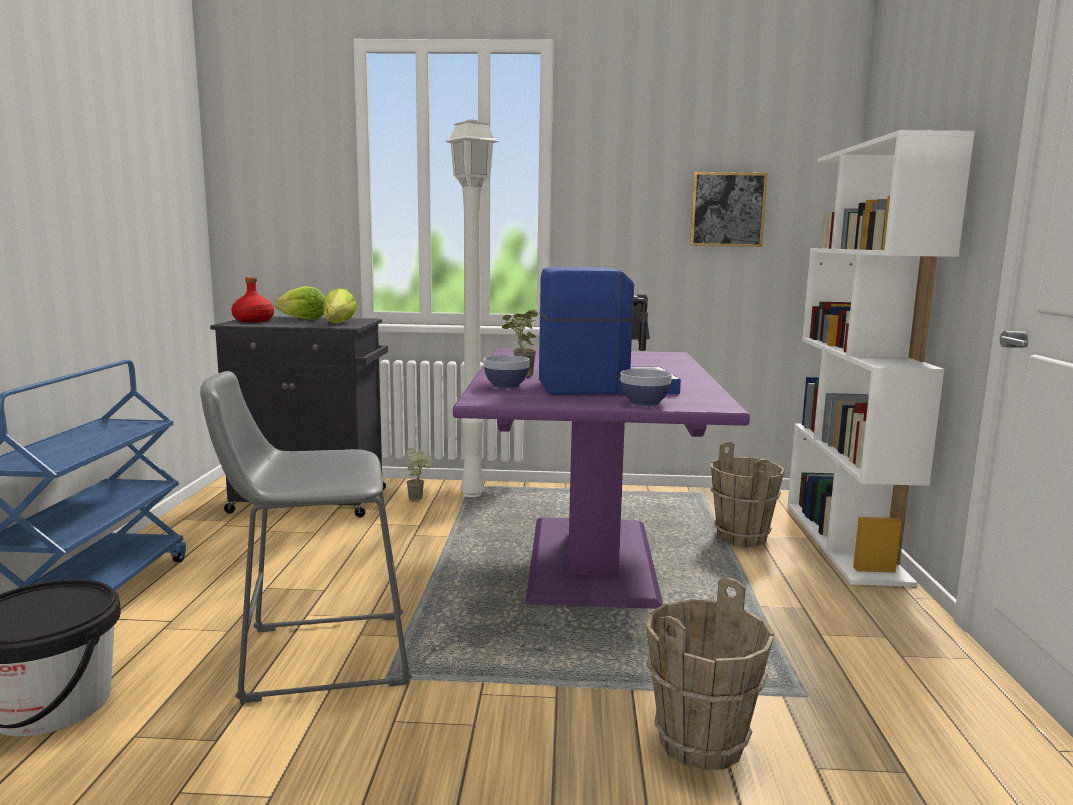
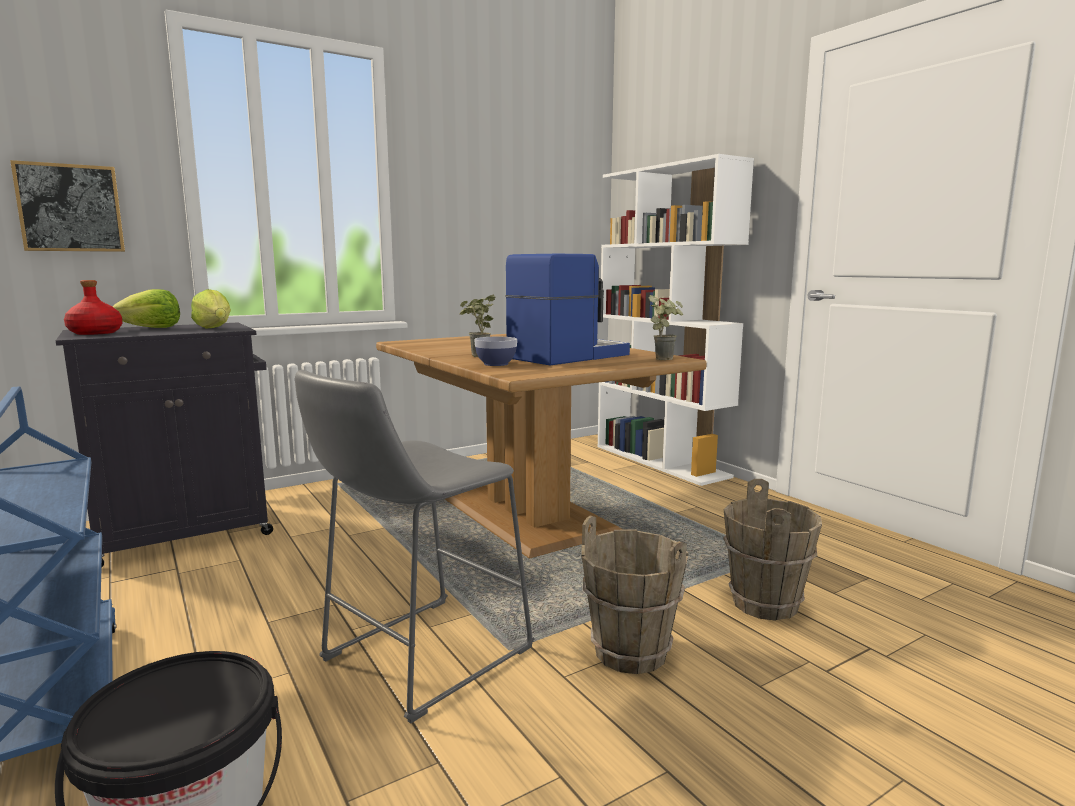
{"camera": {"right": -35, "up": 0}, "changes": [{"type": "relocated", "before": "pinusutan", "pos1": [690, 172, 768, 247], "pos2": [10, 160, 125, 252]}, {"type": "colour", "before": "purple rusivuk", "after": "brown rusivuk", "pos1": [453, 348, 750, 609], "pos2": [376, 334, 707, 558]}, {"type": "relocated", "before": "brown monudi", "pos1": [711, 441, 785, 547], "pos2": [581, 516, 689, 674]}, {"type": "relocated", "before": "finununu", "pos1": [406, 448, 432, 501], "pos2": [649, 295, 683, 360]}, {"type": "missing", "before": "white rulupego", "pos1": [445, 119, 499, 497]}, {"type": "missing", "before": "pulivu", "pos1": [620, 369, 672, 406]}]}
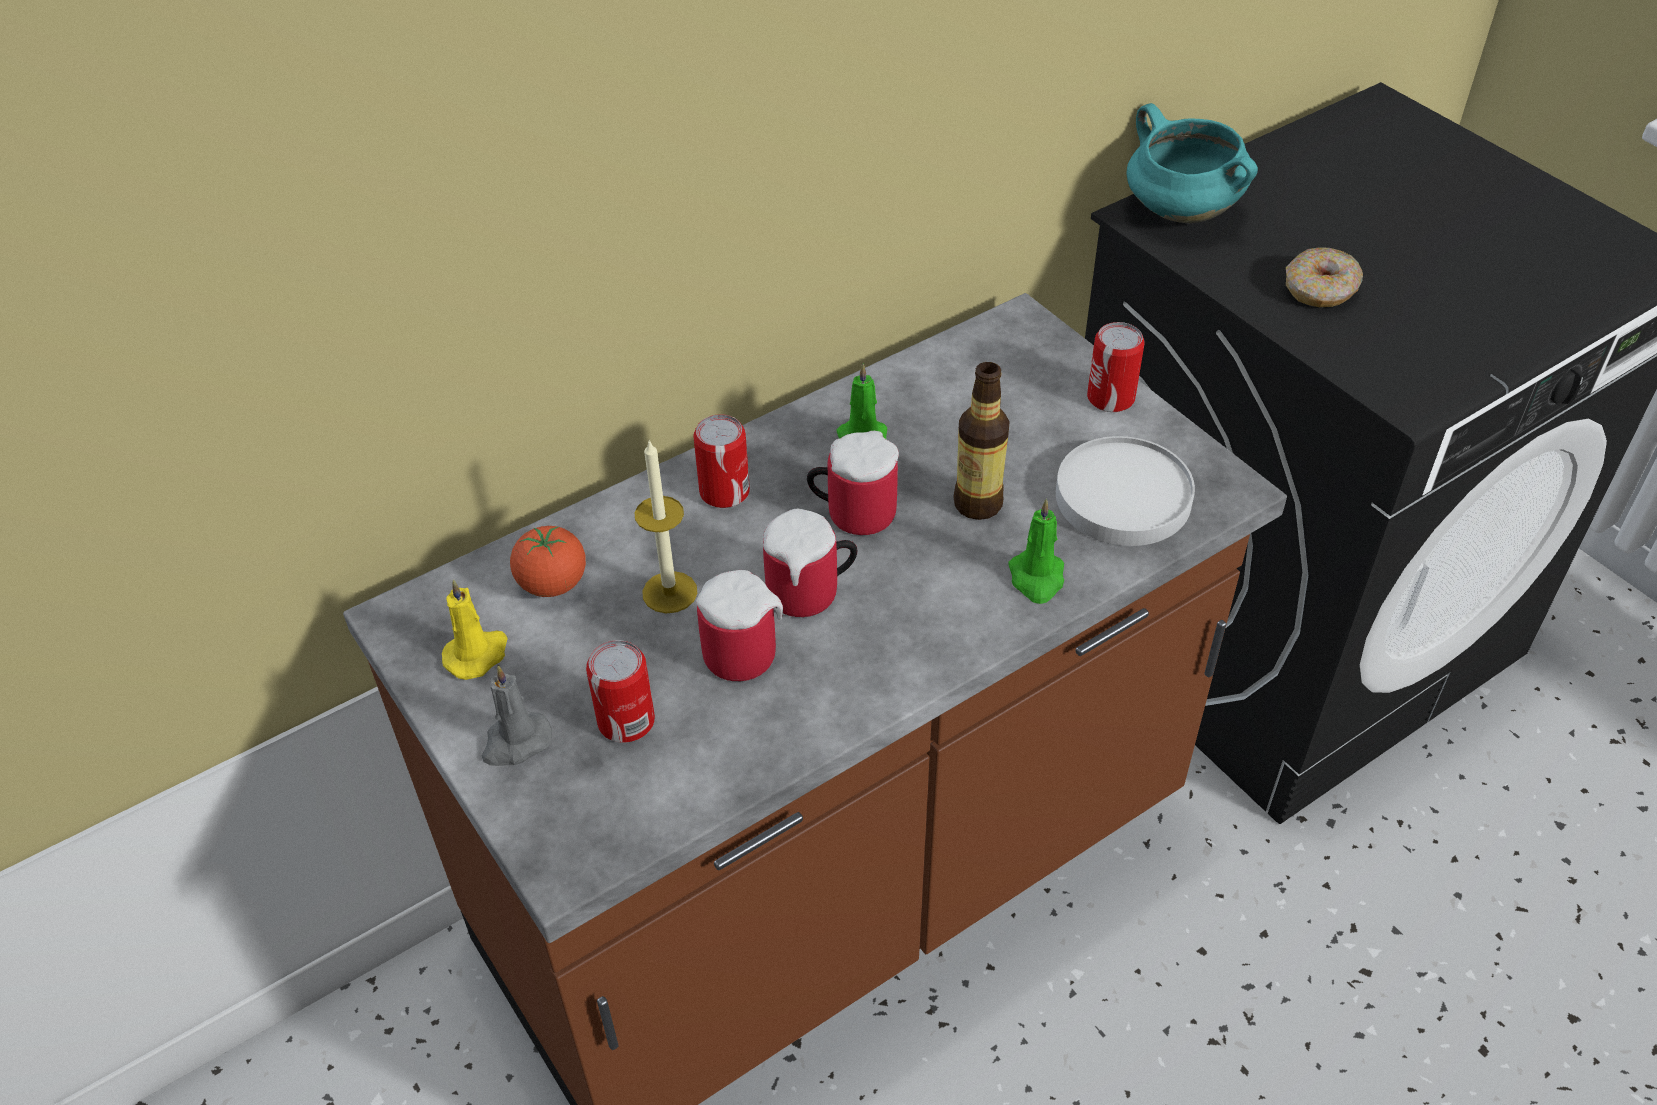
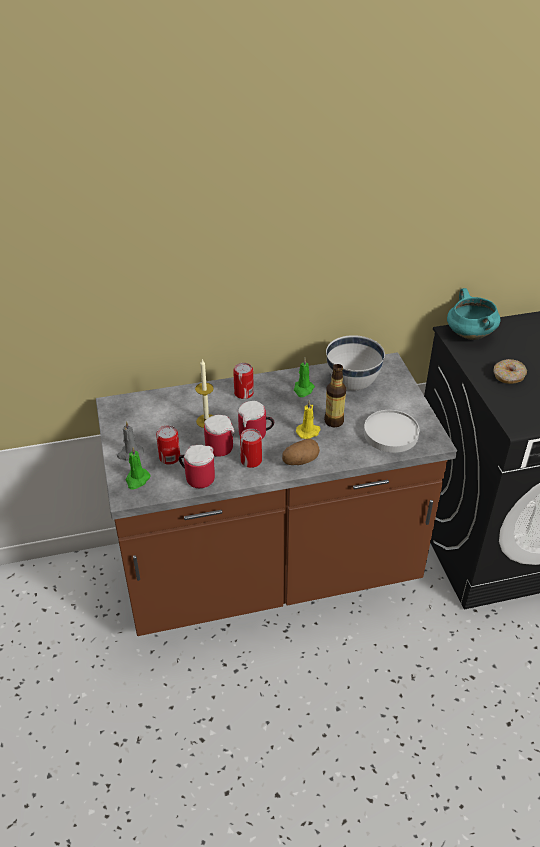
{"camera": {"right": 20, "up": -5}, "changes": [{"type": "relocated", "before": "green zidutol", "pos1": [1008, 499, 1064, 604], "pos2": [126, 447, 150, 489]}, {"type": "relocated", "before": "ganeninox", "pos1": [807, 431, 899, 535], "pos2": [179, 445, 215, 488]}, {"type": "relocated", "before": "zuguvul", "pos1": [1087, 322, 1145, 412], "pos2": [240, 429, 262, 468]}, {"type": "appeared", "after": "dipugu", "pos2": [282, 438, 320, 465]}, {"type": "relocated", "before": "yellow zidutol", "pos1": [442, 579, 508, 680], "pos2": [296, 400, 321, 439]}, {"type": "appeared", "after": "white pulivu", "pos2": [326, 335, 385, 390]}, {"type": "missing", "before": "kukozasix", "pos1": [510, 526, 586, 597]}]}
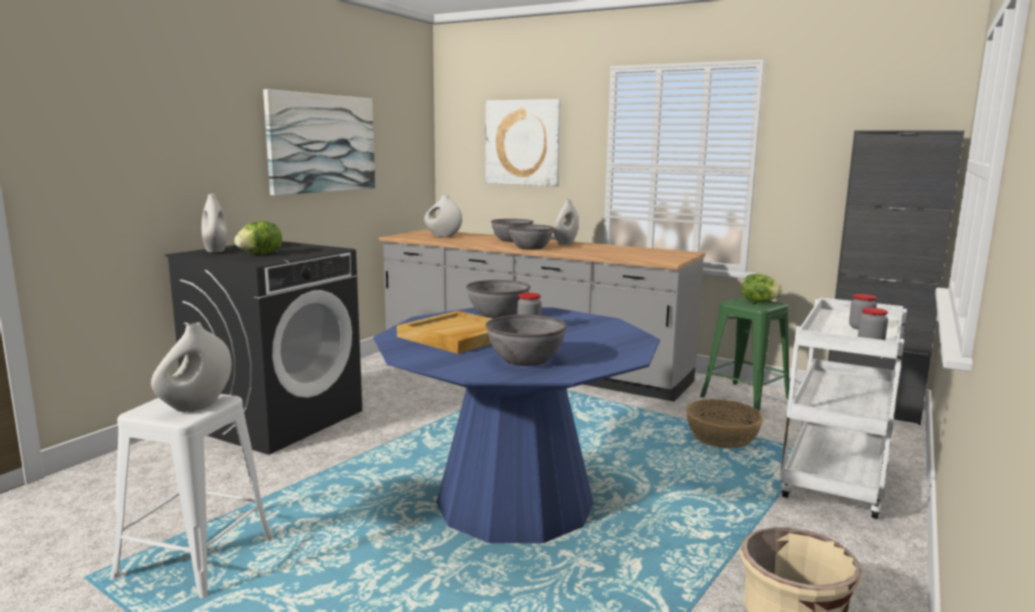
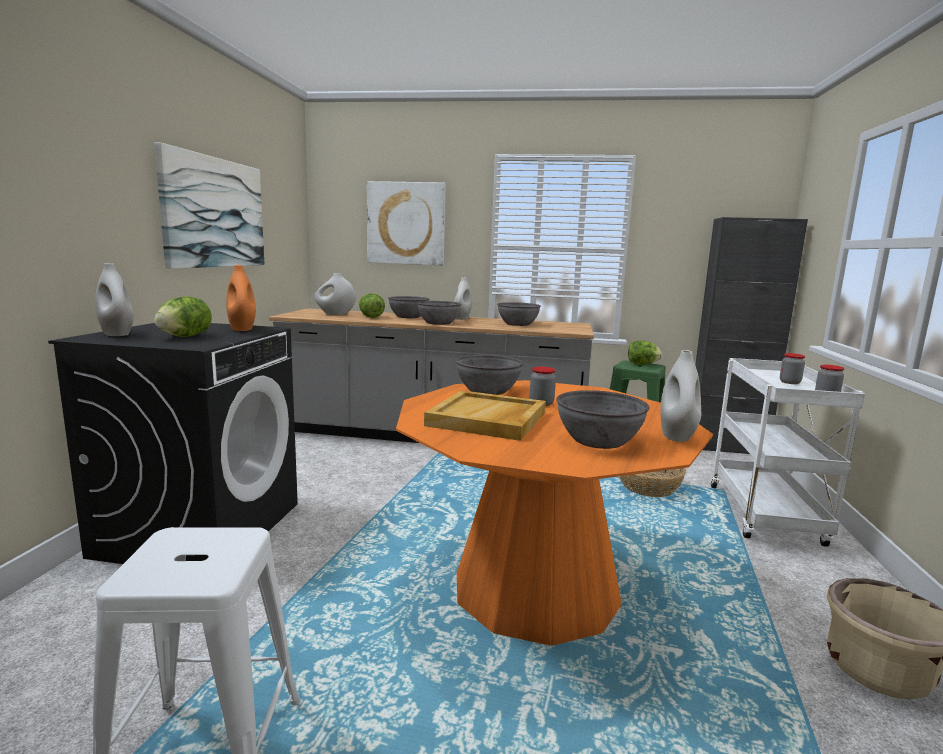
{"camera": {"right": -20, "up": 0}, "changes": [{"type": "appeared", "after": "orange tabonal", "pos2": [226, 265, 256, 331]}, {"type": "appeared", "after": "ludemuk", "pos2": [359, 293, 385, 318]}, {"type": "colour", "before": "blue rusivuk", "after": "orange rusivuk", "pos1": [373, 307, 660, 543], "pos2": [396, 380, 713, 646]}, {"type": "appeared", "after": "grey pulivu", "pos2": [497, 302, 541, 326]}, {"type": "relocated", "before": "white tabonal", "pos1": [151, 323, 232, 412], "pos2": [660, 350, 701, 442]}]}
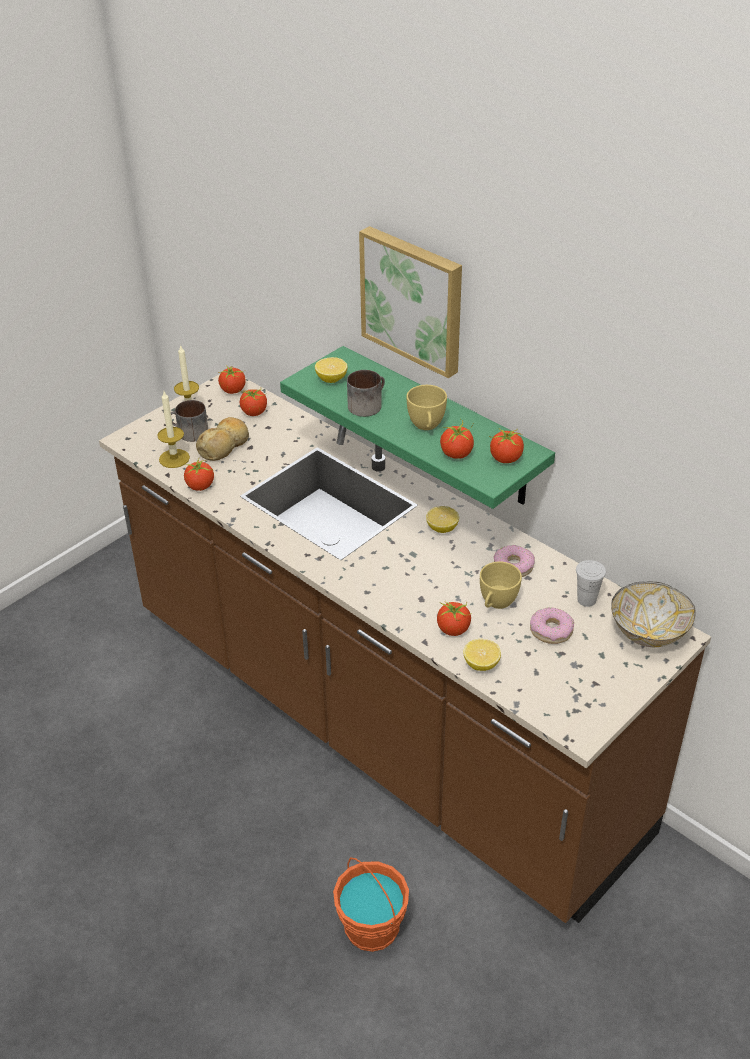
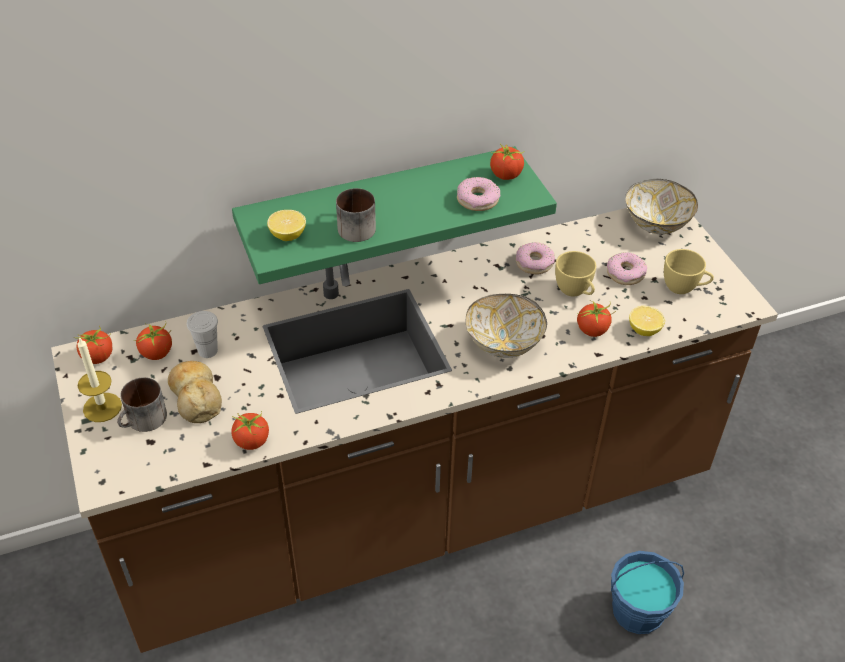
{"camera": {"right": -65, "up": 5}, "changes": [{"type": "relocated", "before": "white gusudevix", "pos1": [576, 560, 606, 607], "pos2": [187, 311, 218, 358]}, {"type": "exchanged", "before": "kukozasix", "after": "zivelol", "pos1": [440, 419, 474, 459], "pos2": [457, 177, 500, 211]}, {"type": "appeared", "after": "pulivu", "pos2": [466, 294, 547, 358]}, {"type": "colour", "before": "orange monudi", "after": "blue monudi", "pos1": [333, 857, 409, 952], "pos2": [611, 551, 684, 634]}, {"type": "relocated", "before": "yellow gusudevix", "pos1": [406, 385, 447, 430], "pos2": [664, 249, 714, 294]}, {"type": "missing", "before": "zidutol", "pos1": [157, 391, 190, 468]}, {"type": "missing", "before": "pinusutan", "pos1": [359, 226, 462, 378]}, {"type": "missing", "before": "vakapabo", "pos1": [426, 506, 459, 533]}]}
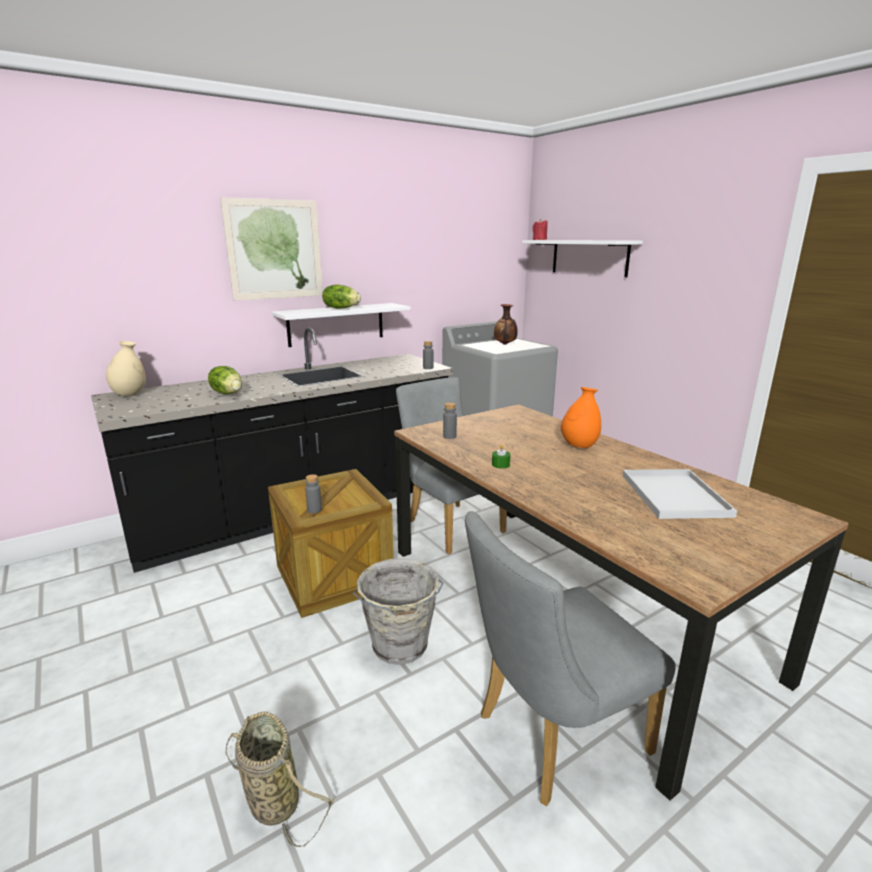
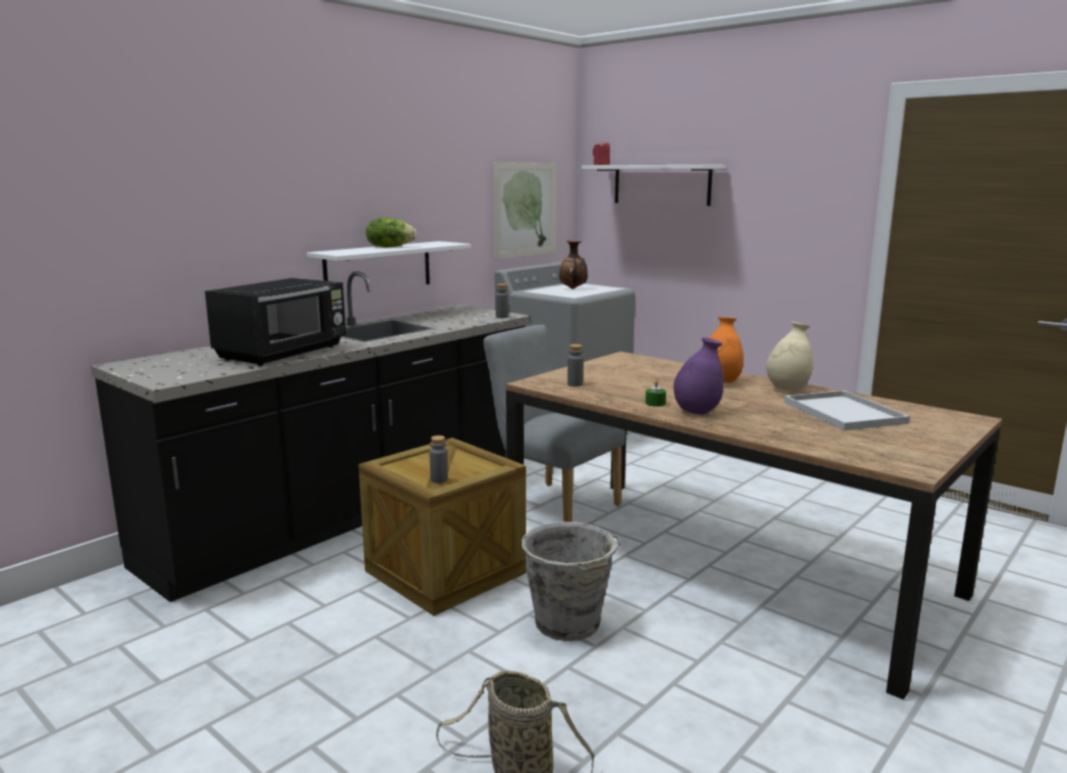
{"camera": {"right": -15, "up": -5}, "changes": [{"type": "exchanged", "before": "ludemuk", "after": "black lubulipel", "pos1": [208, 366, 242, 394], "pos2": [205, 278, 346, 366]}, {"type": "relocated", "before": "pinusutan", "pos1": [220, 197, 323, 301], "pos2": [493, 163, 556, 259]}, {"type": "appeared", "after": "purple tabonal", "pos2": [673, 338, 724, 415]}, {"type": "relocated", "before": "beige tabonal", "pos1": [106, 341, 146, 396], "pos2": [766, 322, 813, 391]}, {"type": "missing", "before": "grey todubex", "pos1": [465, 511, 676, 806]}]}
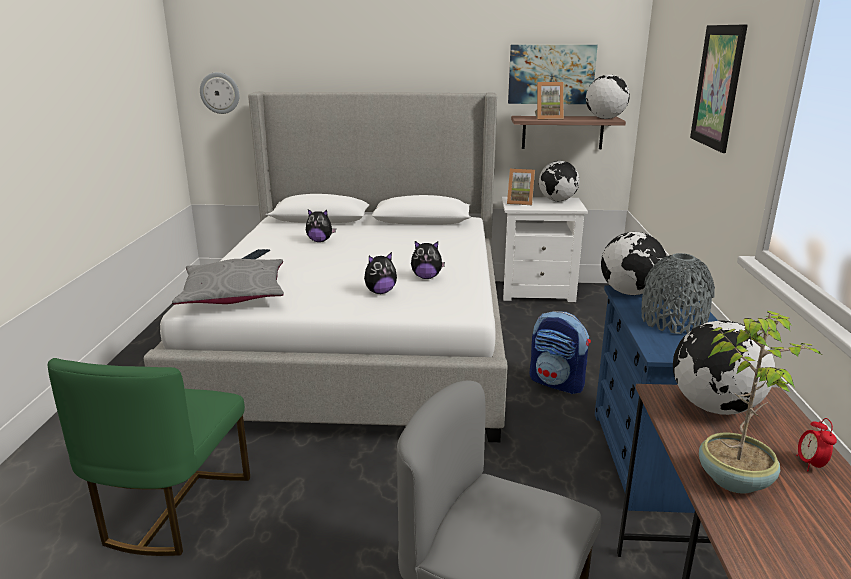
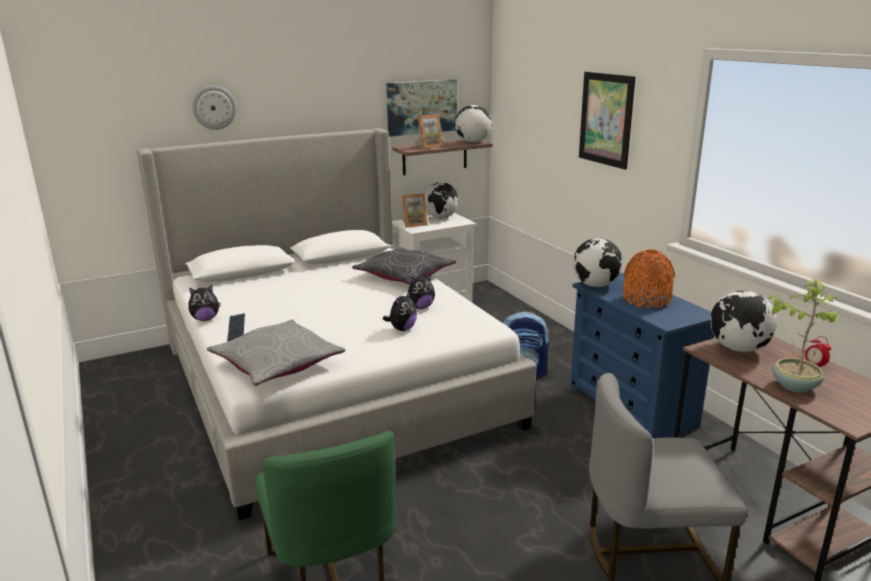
{"camera": {"right": -30, "up": 0}, "changes": [{"type": "relocated", "before": "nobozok", "pos1": [306, 209, 336, 242], "pos2": [188, 285, 221, 321]}, {"type": "relocated", "before": "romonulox", "pos1": [200, 72, 240, 114], "pos2": [192, 86, 236, 130]}, {"type": "appeared", "after": "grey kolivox", "pos2": [352, 247, 456, 284]}, {"type": "colour", "before": "grey tabonal", "after": "orange tabonal", "pos1": [641, 253, 715, 334], "pos2": [623, 249, 675, 309]}]}
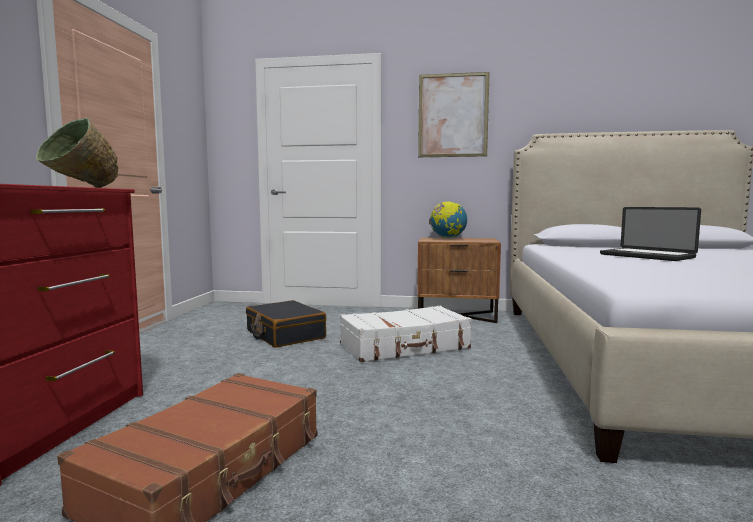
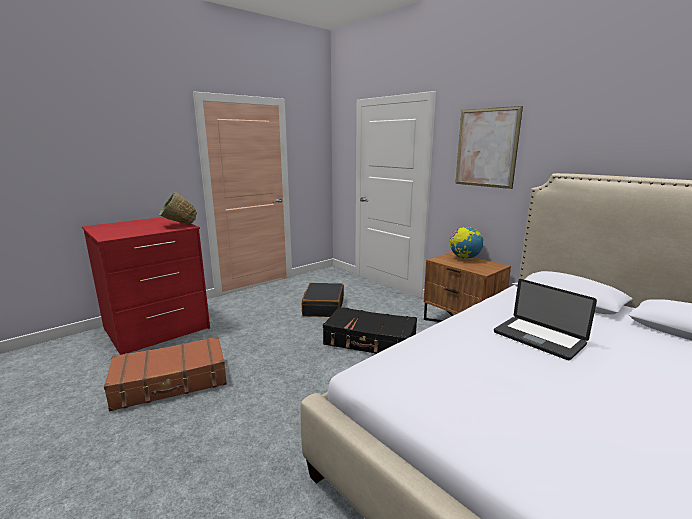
{"camera": {"right": 40, "up": 10}, "changes": [{"type": "colour", "before": "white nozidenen", "after": "black nozidenen", "pos1": [340, 306, 472, 362], "pos2": [323, 306, 417, 354]}, {"type": "spun", "before": "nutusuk", "pos1": [600, 207, 701, 261], "pos2": [494, 279, 597, 360], "turn": -45}]}
